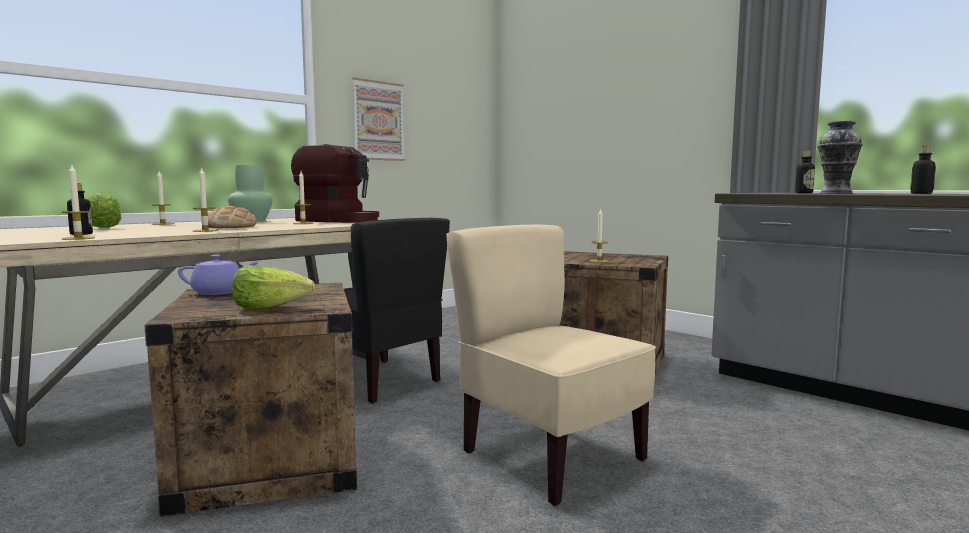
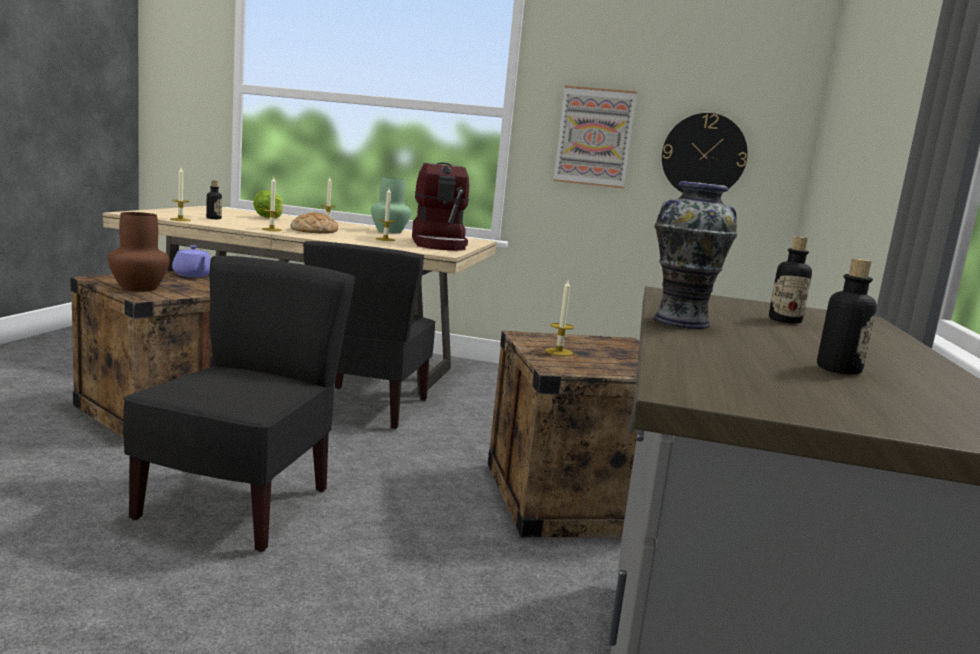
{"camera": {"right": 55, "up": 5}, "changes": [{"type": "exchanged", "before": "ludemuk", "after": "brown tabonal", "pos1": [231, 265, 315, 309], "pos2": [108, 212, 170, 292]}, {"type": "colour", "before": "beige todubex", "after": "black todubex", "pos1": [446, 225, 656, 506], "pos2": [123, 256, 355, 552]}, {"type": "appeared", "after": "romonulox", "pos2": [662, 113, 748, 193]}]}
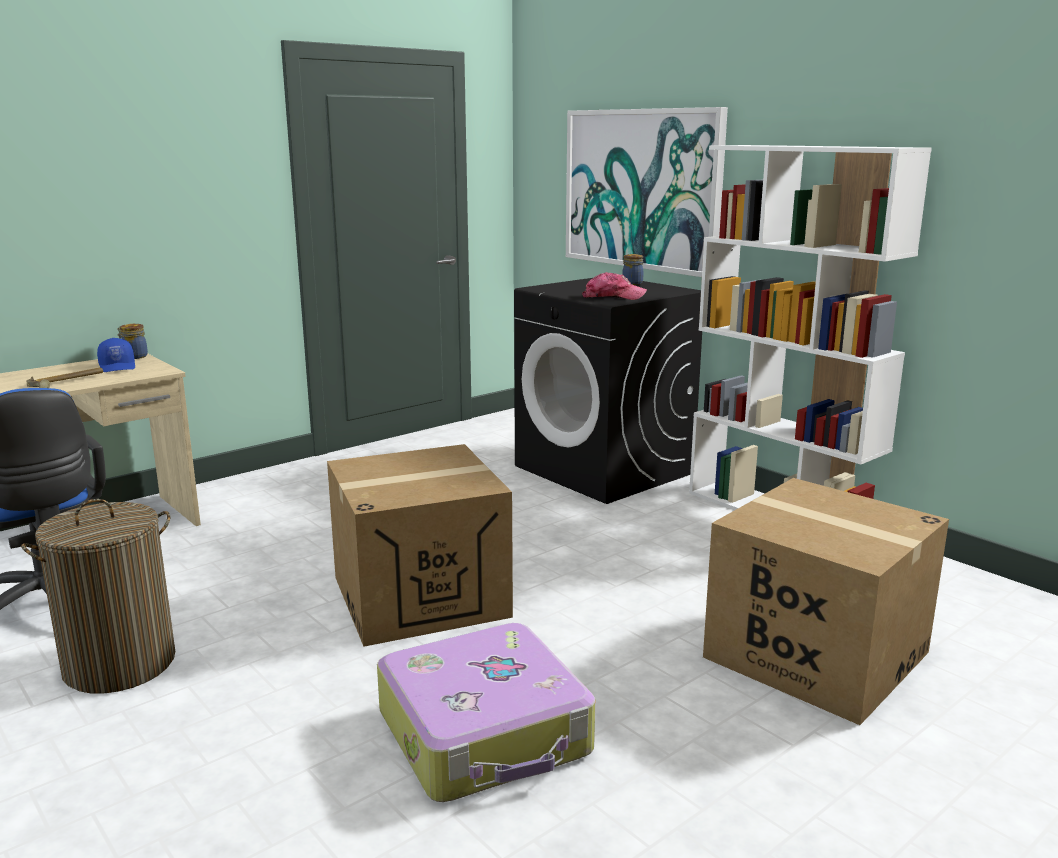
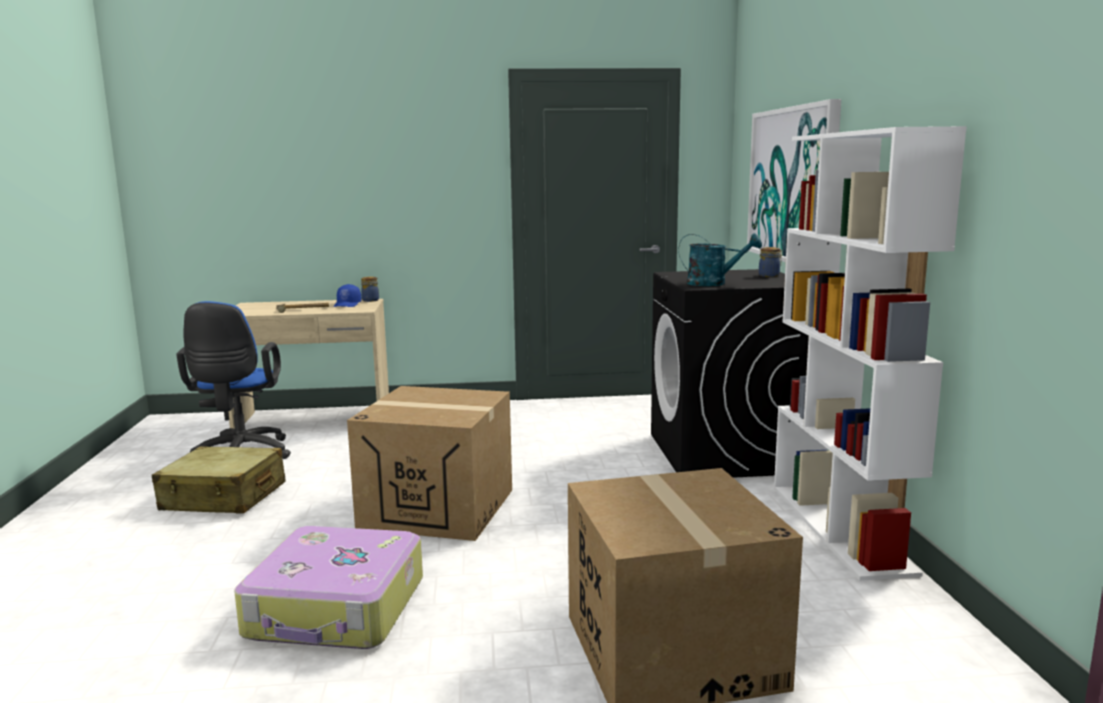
{"camera": {"right": 35, "up": -5}, "changes": [{"type": "exchanged", "before": "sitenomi", "after": "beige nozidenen", "pos1": [21, 499, 175, 694], "pos2": [152, 446, 286, 514]}, {"type": "exchanged", "before": "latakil", "after": "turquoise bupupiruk", "pos1": [582, 272, 647, 300], "pos2": [678, 233, 762, 286]}]}
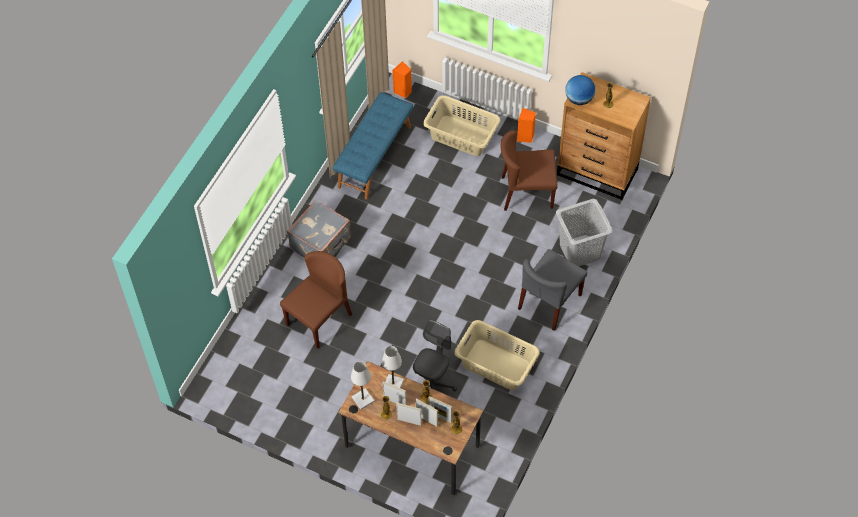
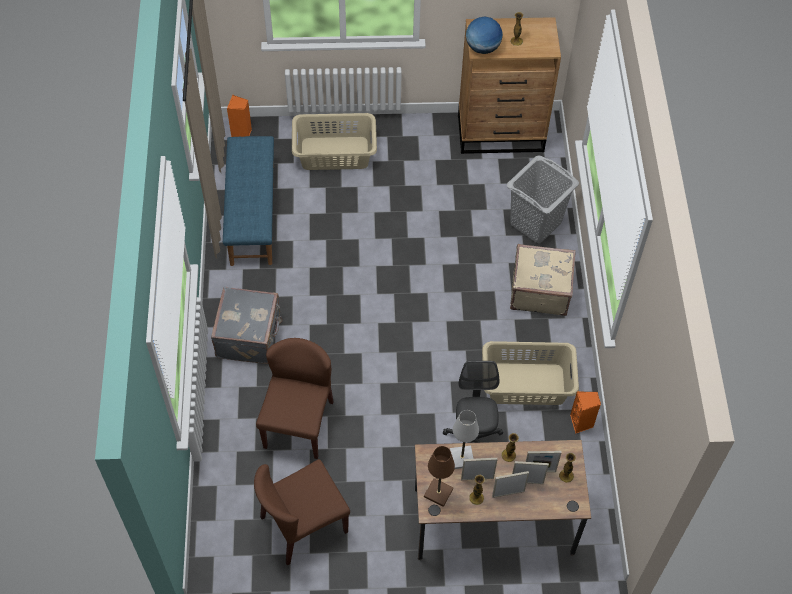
{"camera": {"right": -30, "up": 0}, "changes": [{"type": "relocated", "before": "brown todubex", "pos1": [501, 130, 558, 211], "pos2": [254, 459, 350, 566]}, {"type": "colour", "before": "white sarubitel", "after": "brown sarubitel", "pos1": [351, 361, 375, 410], "pos2": [424, 446, 455, 507]}, {"type": "exchanged", "before": "grey todubex", "after": "beige nozidenen", "pos1": [518, 249, 587, 331], "pos2": [510, 244, 576, 316]}, {"type": "relocated", "before": "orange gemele", "pos1": [517, 108, 536, 143], "pos2": [570, 391, 601, 433]}]}
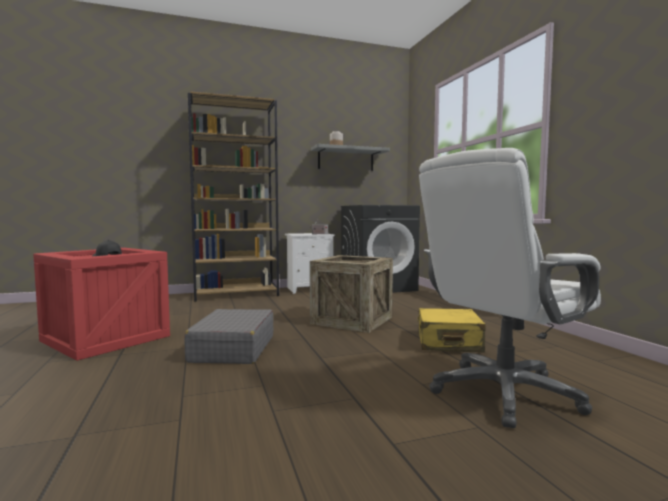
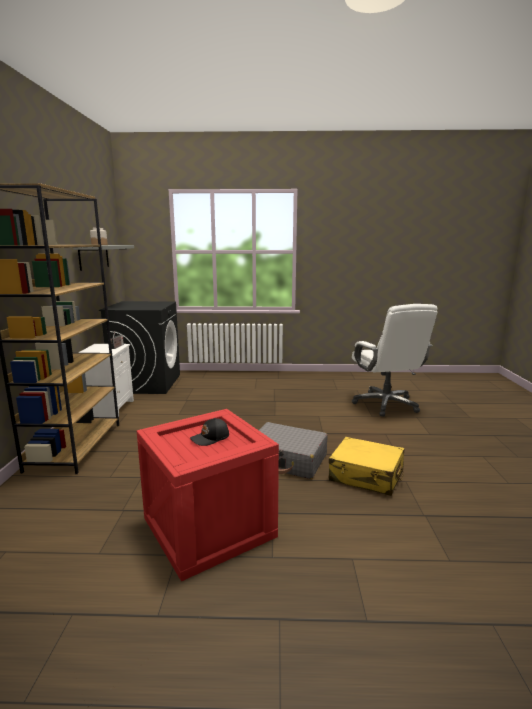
{"camera": {"right": -70, "up": 10}, "changes": [{"type": "relocated", "before": "yellow nozidenen", "pos1": [417, 308, 486, 353], "pos2": [329, 437, 404, 496]}, {"type": "missing", "before": "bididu", "pos1": [310, 255, 393, 333]}]}
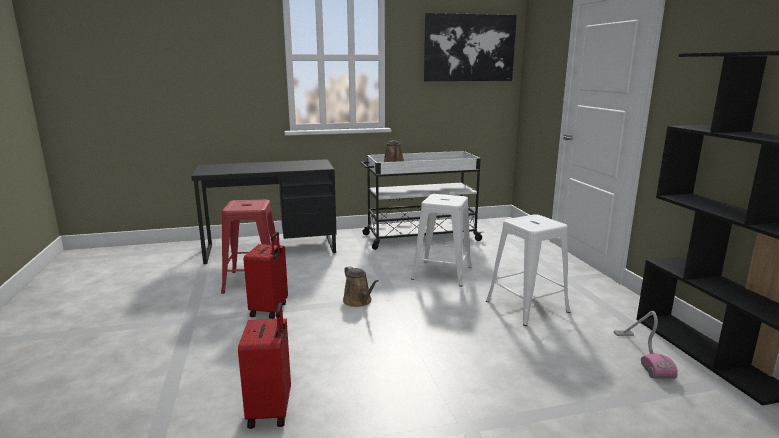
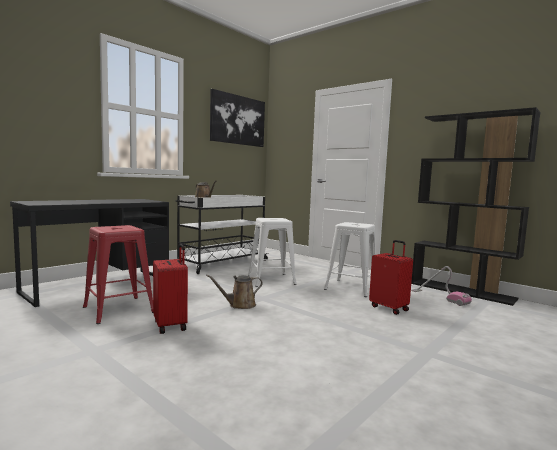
{"camera": {"right": -35, "up": -10}, "changes": [{"type": "spun", "before": "brown bupupiruk", "pos1": [343, 266, 378, 307], "pos2": [206, 275, 263, 309], "turn": 135}, {"type": "relocated", "before": "red nozidenen", "pos1": [238, 302, 291, 429], "pos2": [369, 240, 413, 315]}]}
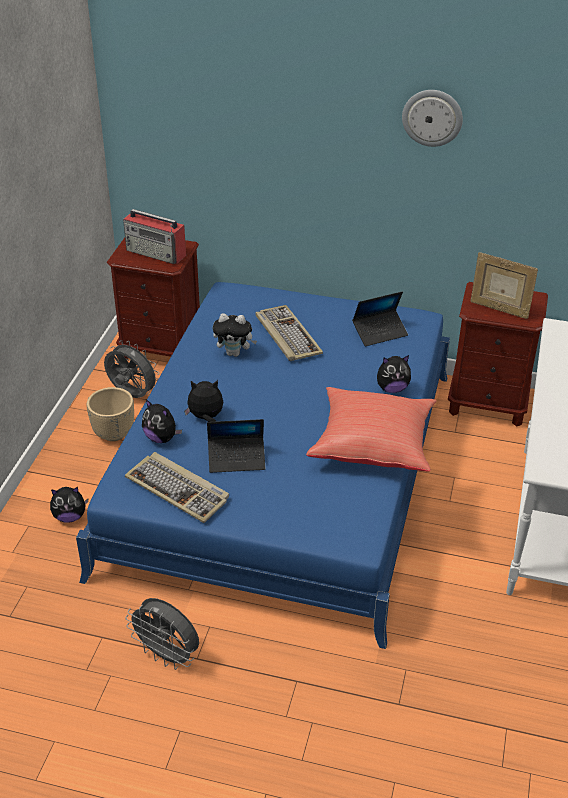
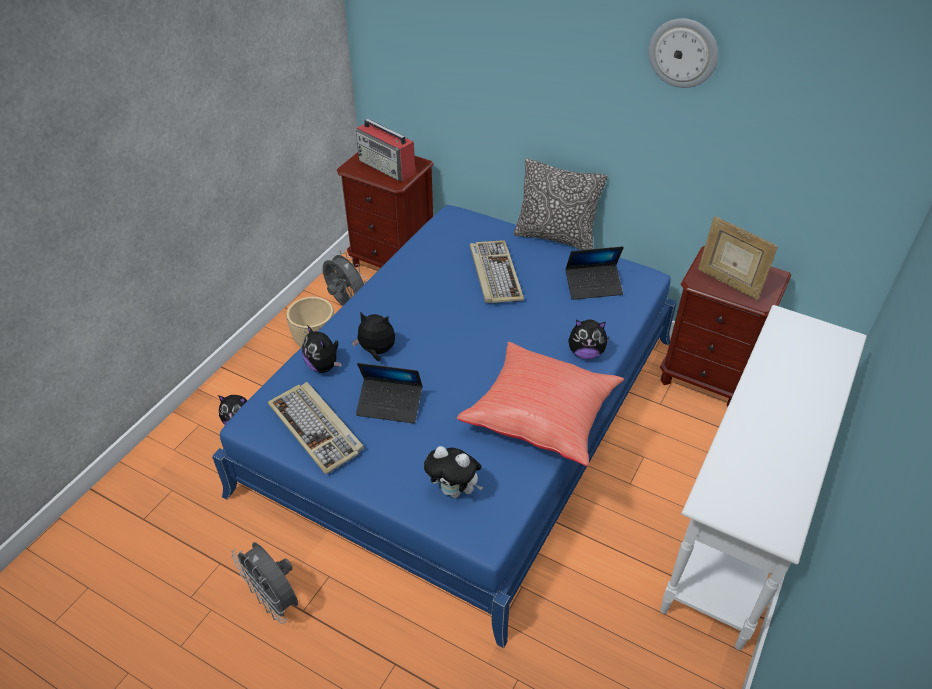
{"camera": {"right": 15, "up": 5}, "changes": [{"type": "relocated", "before": "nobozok", "pos1": [213, 313, 257, 357], "pos2": [424, 446, 483, 498]}, {"type": "appeared", "after": "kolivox", "pos2": [514, 158, 607, 250]}]}
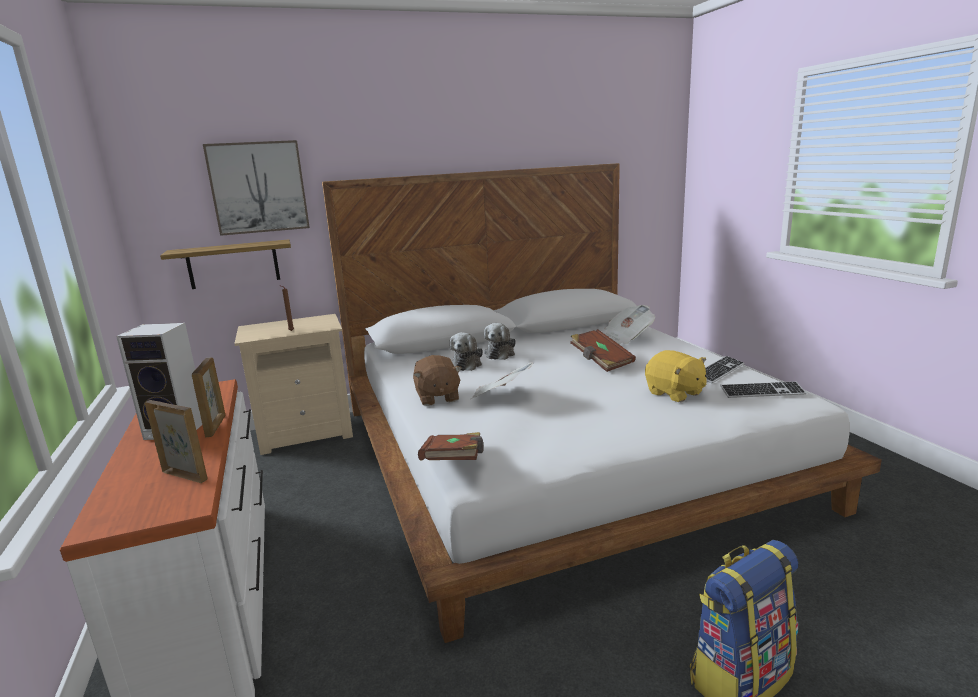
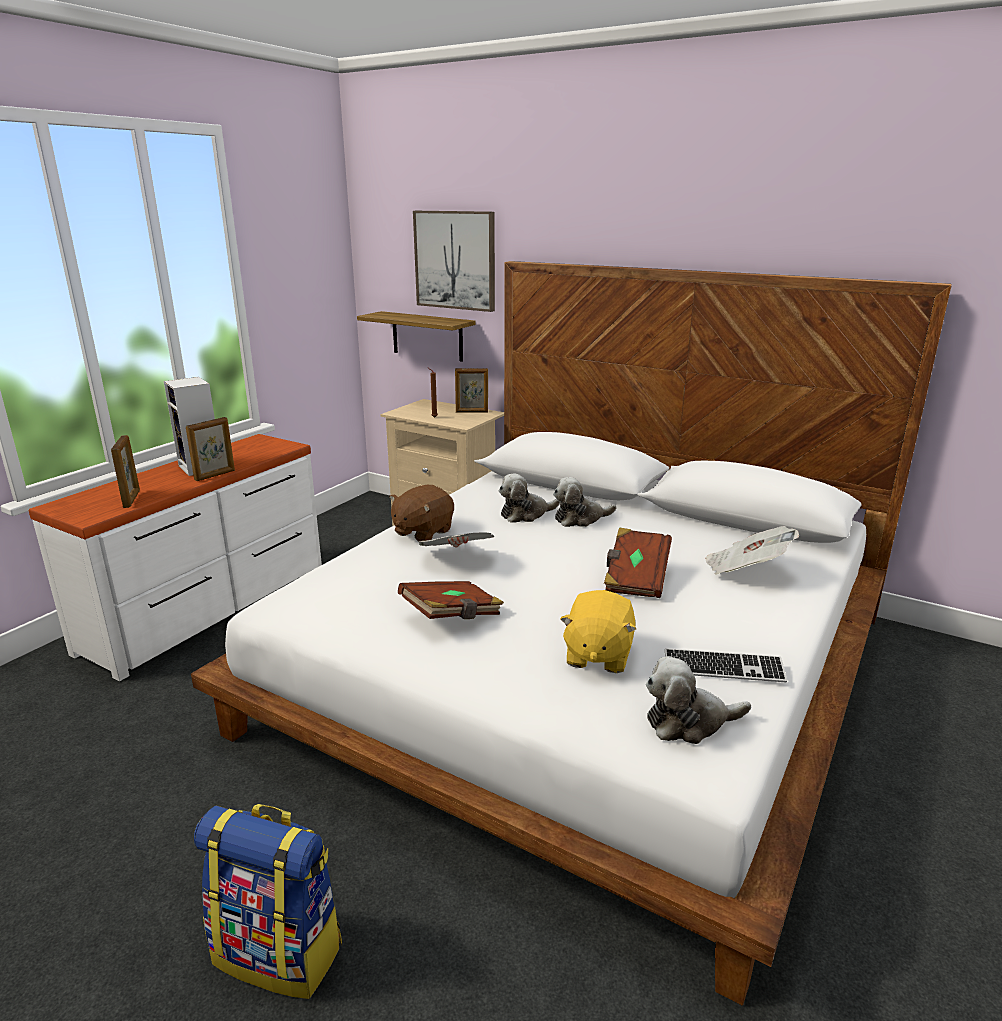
{"camera": {"right": 50, "up": 5}, "changes": [{"type": "relocated", "before": "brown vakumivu", "pos1": [418, 432, 484, 461], "pos2": [398, 581, 504, 619]}, {"type": "appeared", "after": "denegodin", "pos2": [455, 368, 488, 412]}, {"type": "exchanged", "before": "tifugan", "after": "nobozok", "pos1": [720, 381, 807, 398], "pos2": [646, 656, 751, 744]}]}
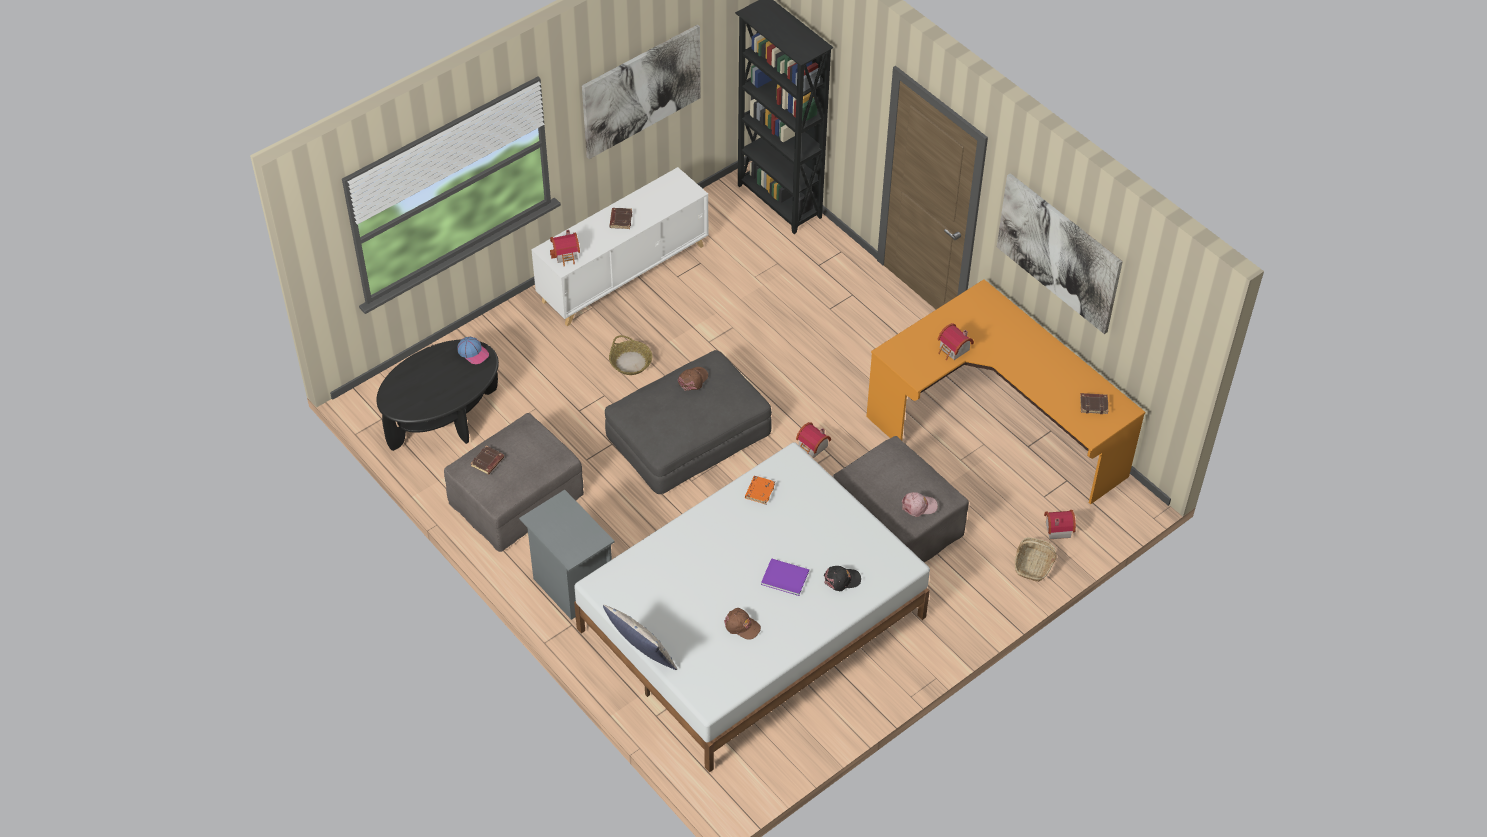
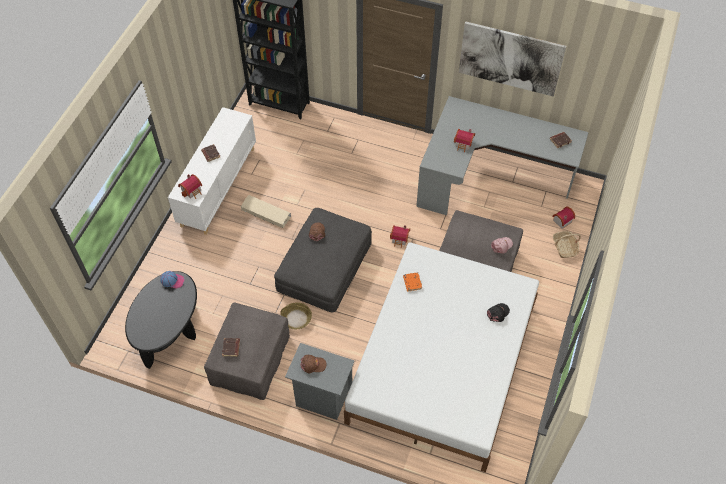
{"camera": {"right": -30, "up": 5}, "changes": [{"type": "appeared", "after": "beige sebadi", "pos2": [241, 195, 291, 228]}, {"type": "relocated", "before": "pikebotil", "pos1": [609, 335, 652, 375], "pos2": [281, 302, 312, 329]}, {"type": "relocated", "before": "brown latakil", "pos1": [724, 608, 761, 640], "pos2": [300, 355, 327, 373]}, {"type": "colour", "before": "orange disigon", "after": "grey disigon", "pos1": [866, 279, 1145, 505], "pos2": [416, 96, 589, 215]}, {"type": "missing", "before": "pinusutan", "pos1": [582, 24, 701, 159]}, {"type": "missing", "before": "kolivox", "pos1": [603, 605, 677, 670]}, {"type": "missing", "before": "purple vakumivu", "pos1": [761, 558, 809, 596]}]}
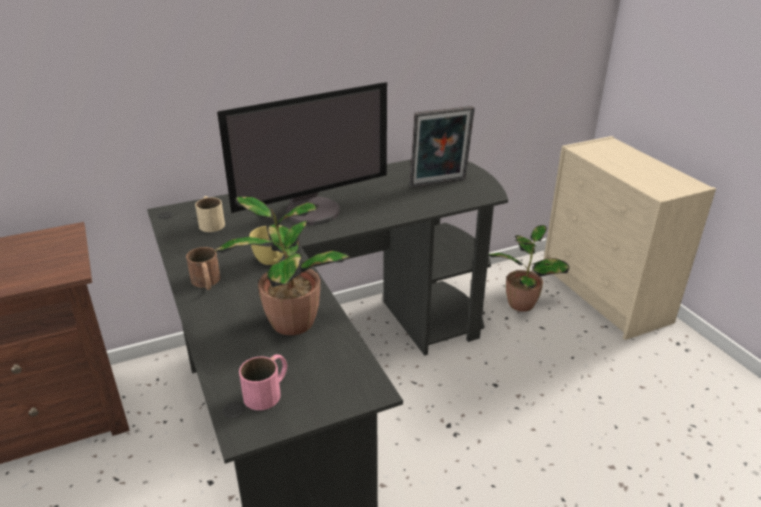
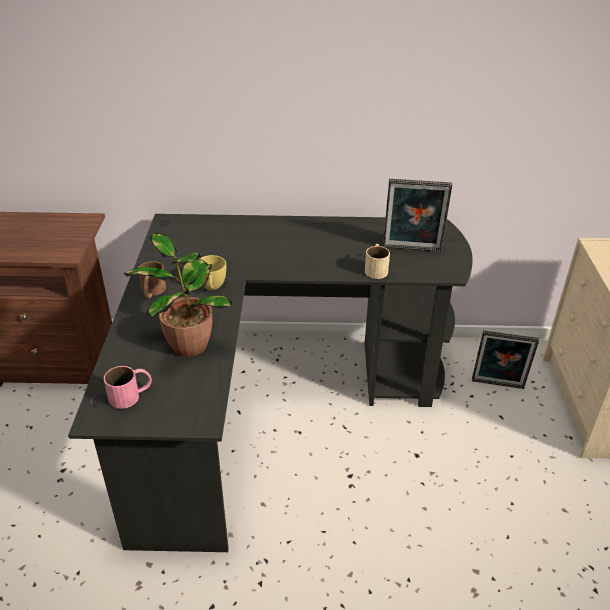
{"camera": {"right": 25, "up": 5}, "changes": [{"type": "relocated", "before": "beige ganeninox", "pos1": [195, 196, 225, 232], "pos2": [365, 244, 390, 279]}, {"type": "exchanged", "before": "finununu", "after": "denegodin", "pos1": [489, 225, 570, 312], "pos2": [472, 331, 539, 389]}, {"type": "missing", "before": "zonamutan", "pos1": [217, 82, 387, 225]}]}
